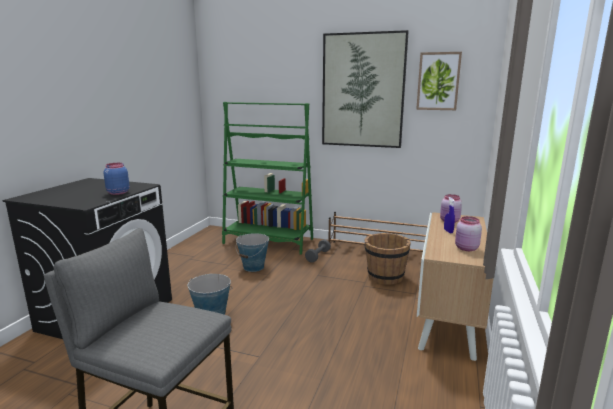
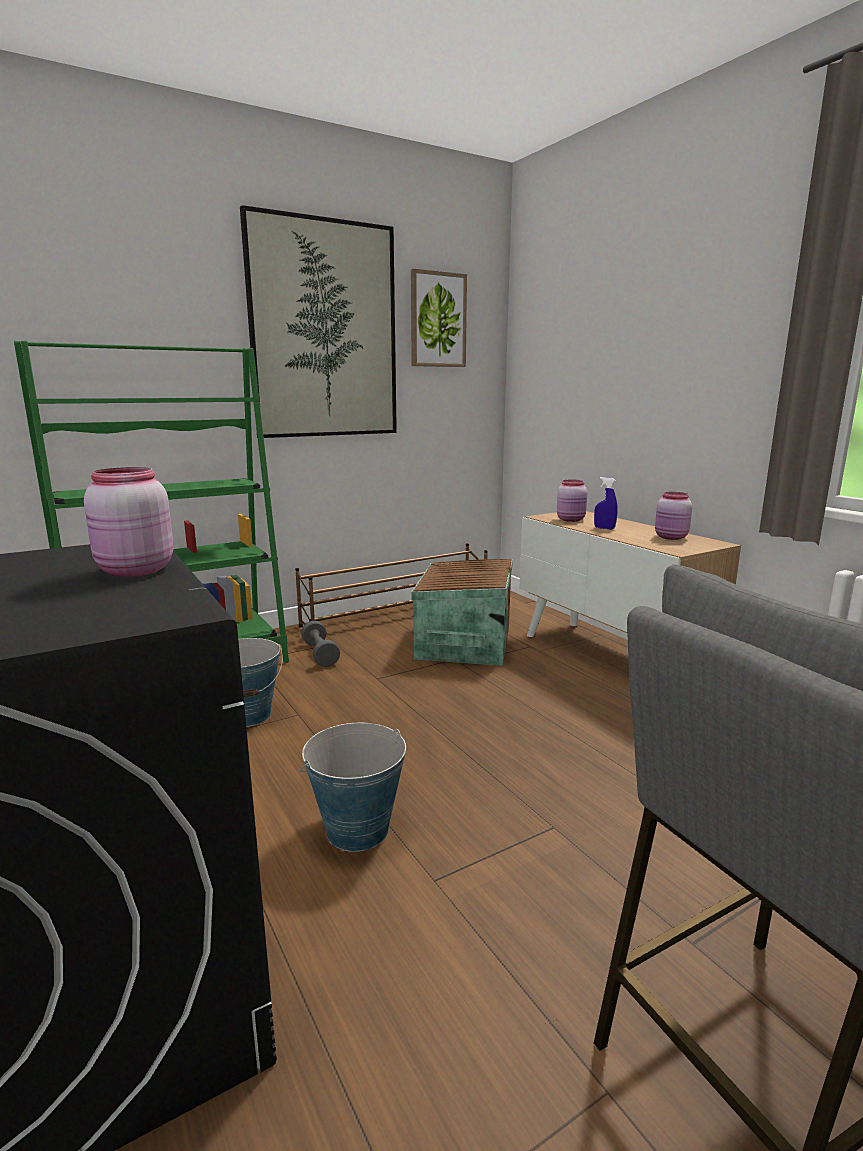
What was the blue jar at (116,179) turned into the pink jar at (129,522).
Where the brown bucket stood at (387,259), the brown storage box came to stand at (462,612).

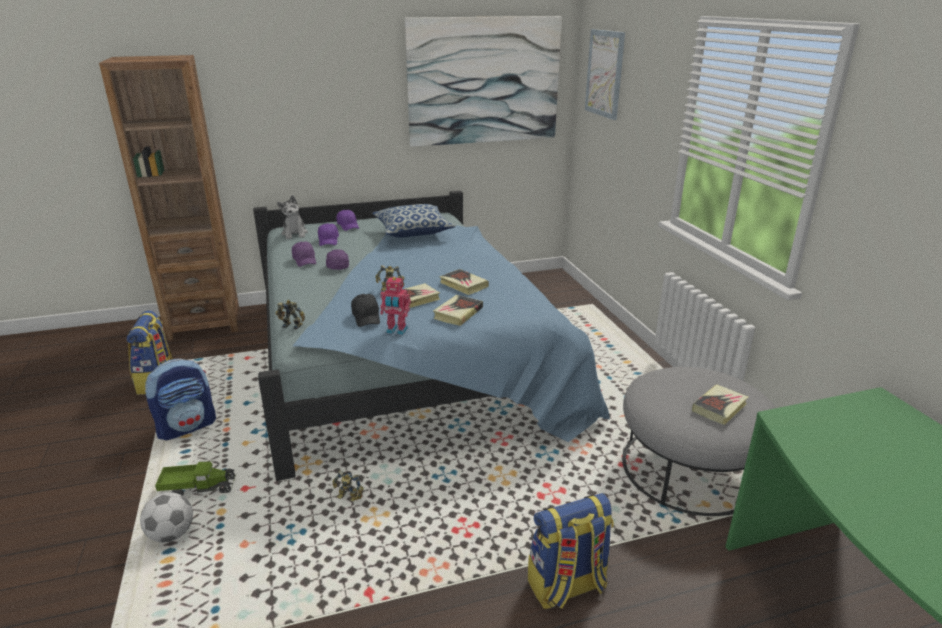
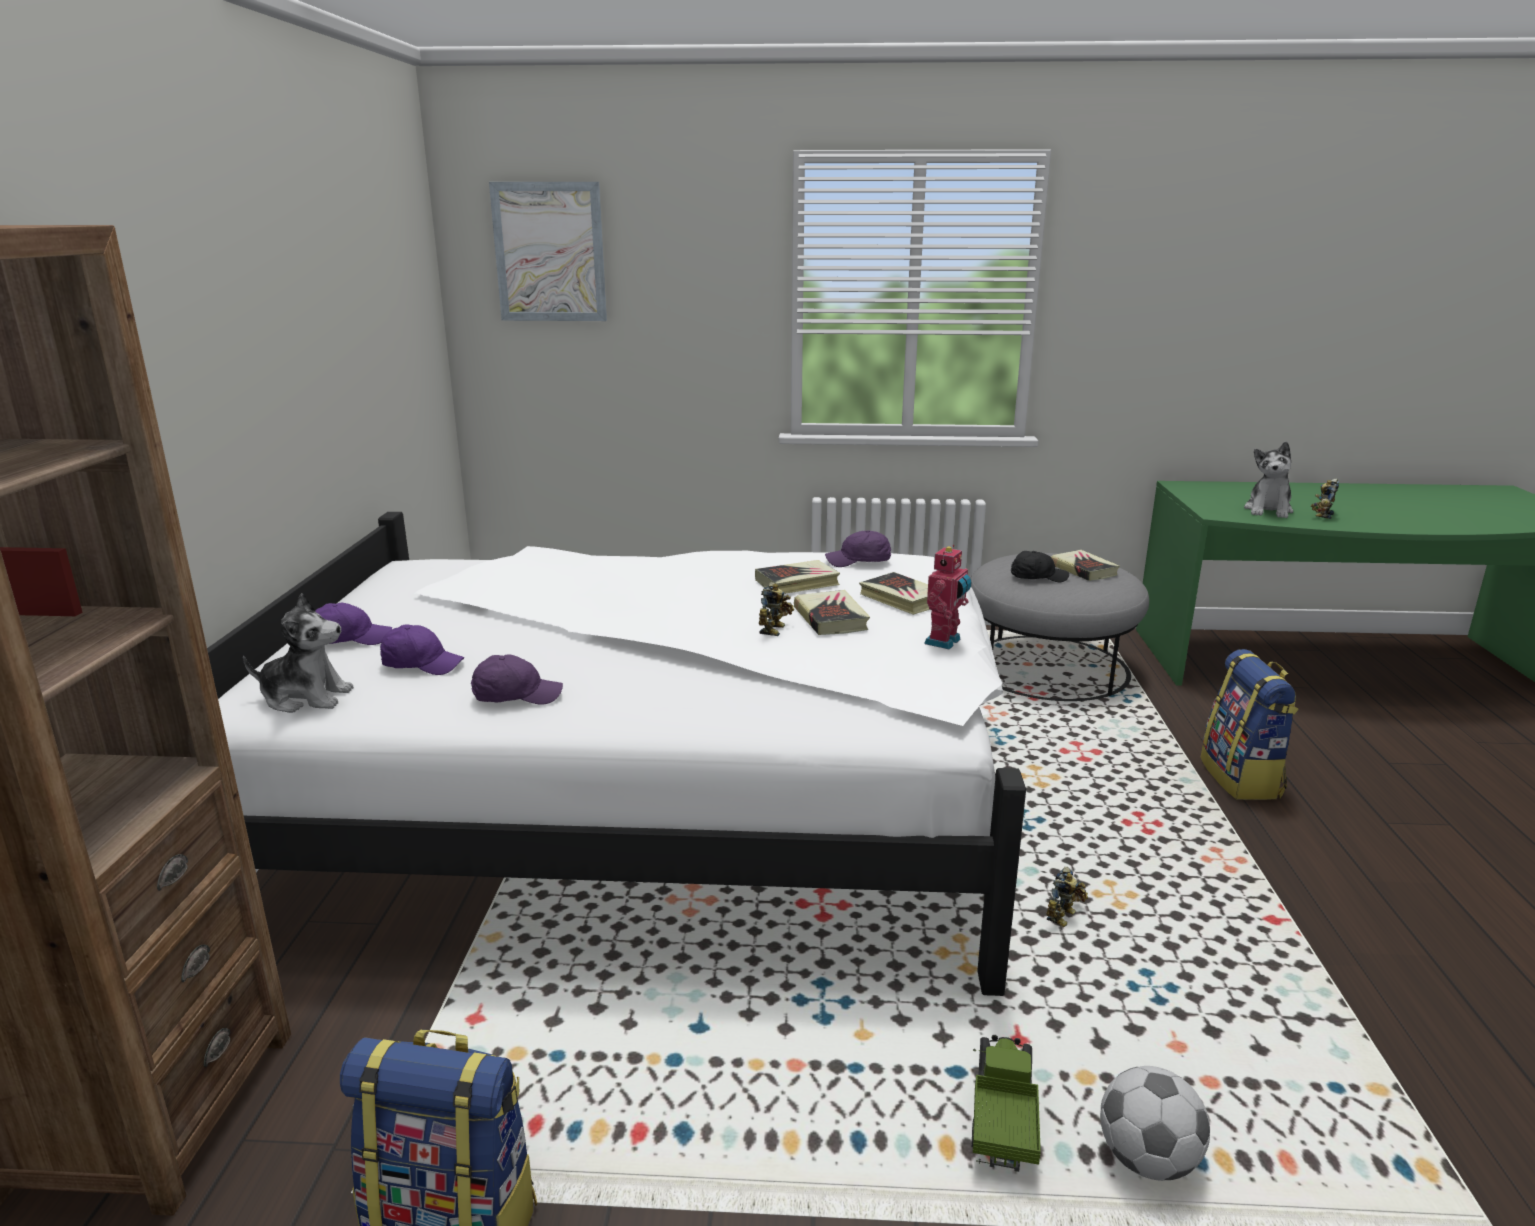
The second view lost the picture at (483,81).
What was the blue bed at (431,336) turned into the white bed at (616,754).
The second view lost the pillow at (414,221).
The purple cap ended up elsewhere, having gone from (337,259) to (858,548).
The black cap ended up elsewhere, having gone from (365,310) to (1040,566).
The toy robot ended up elsewhere, having gone from (290,314) to (1325,499).
The second view lost the backpack at (180,399).
The second view gained the plush toy at (1268,479).

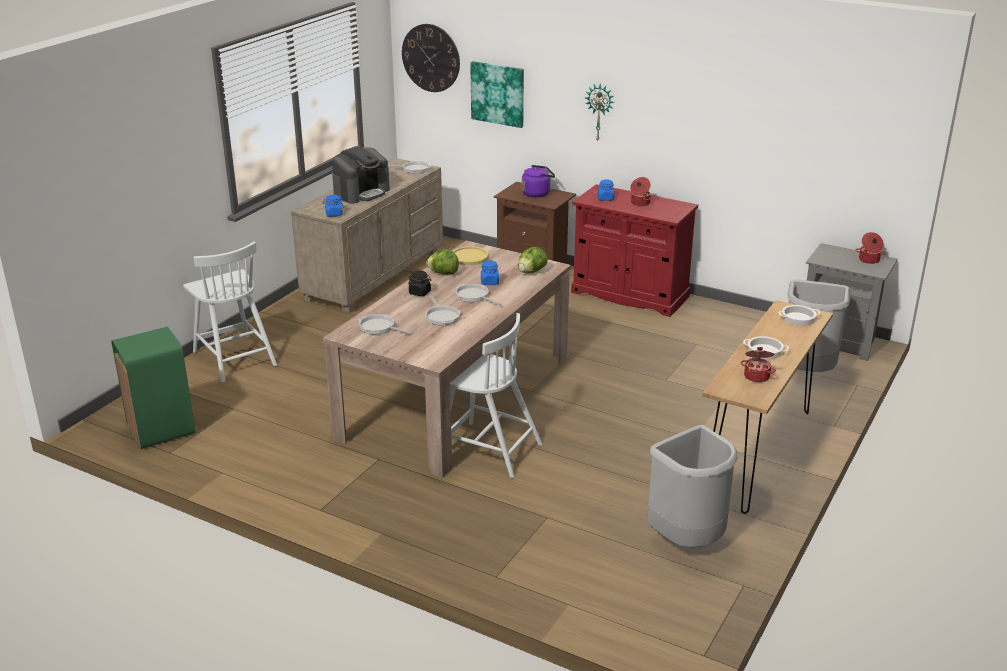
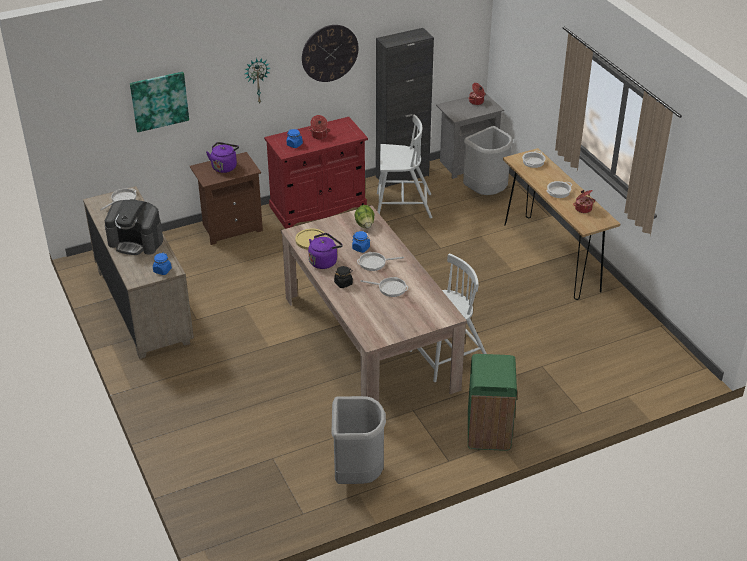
The wall clock ended up elsewhere, having gone from (431,58) to (330,53).
The coffee machine at (361,175) ended up facing another way, 120 degrees clockwise from before.
The white chair ended up elsewhere, having gone from (230,312) to (404,166).
Where the lettuce stood at (443,262), the purple kettle came to stand at (325,251).
The second view lost the frying pan at (386,324).
The green trash can ended up elsewhere, having gone from (153,388) to (492,402).
The grey trash can ended up elsewhere, having gone from (692,486) to (358,440).
The second view gained the black cabinet at (405,108).

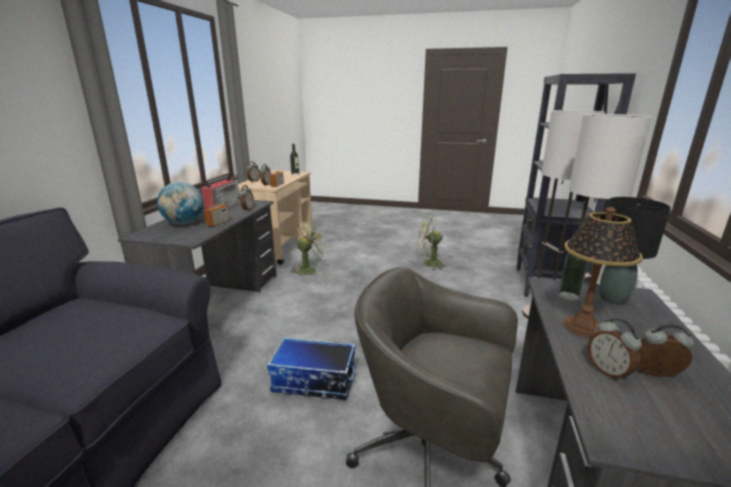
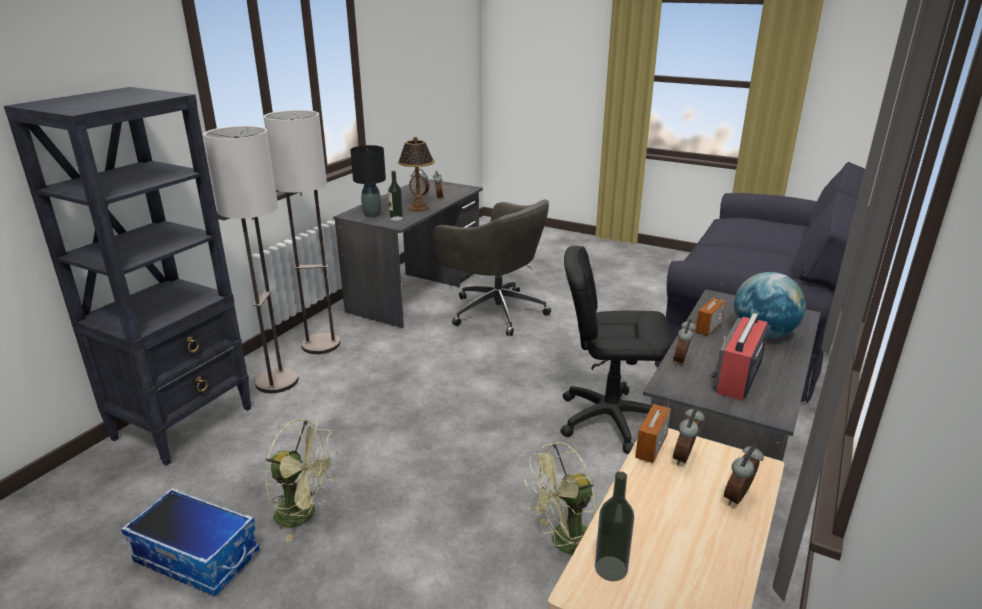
The storage box ended up elsewhere, having gone from (311,368) to (190,542).
The second view gained the black office chair at (617,350).

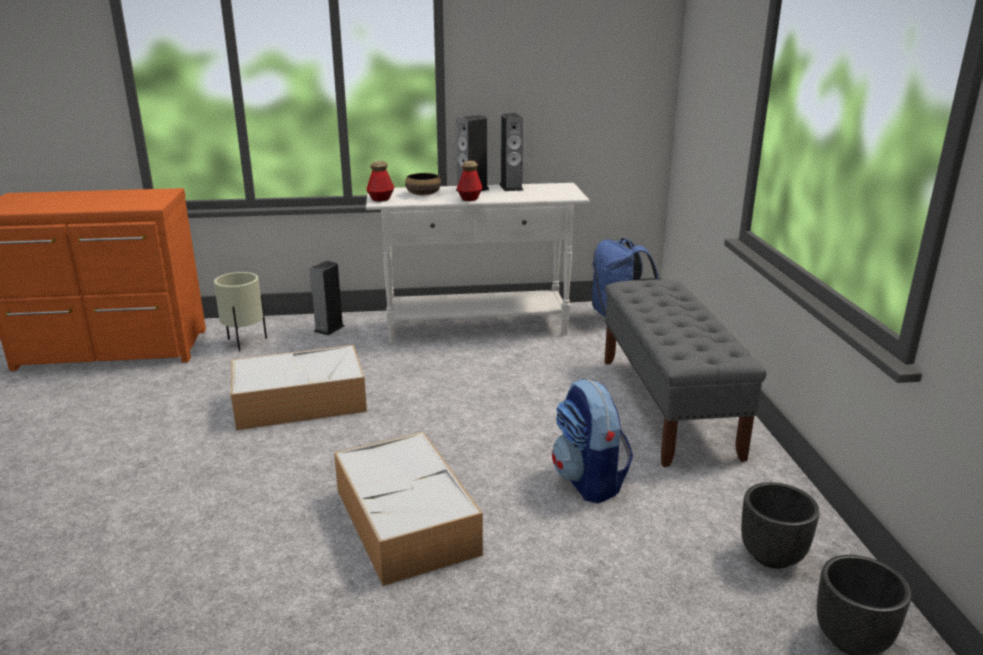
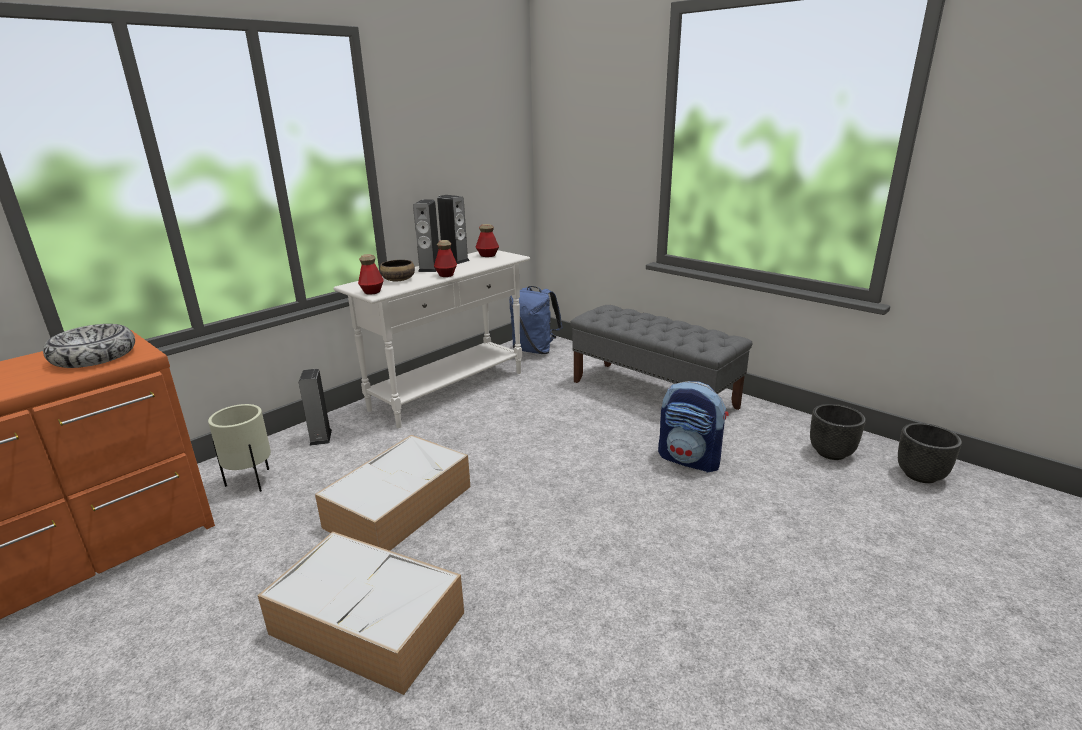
The storage box ended up elsewhere, having gone from (408,509) to (361,613).
The second view gained the bottle at (487,240).
The second view gained the bowl at (89,346).

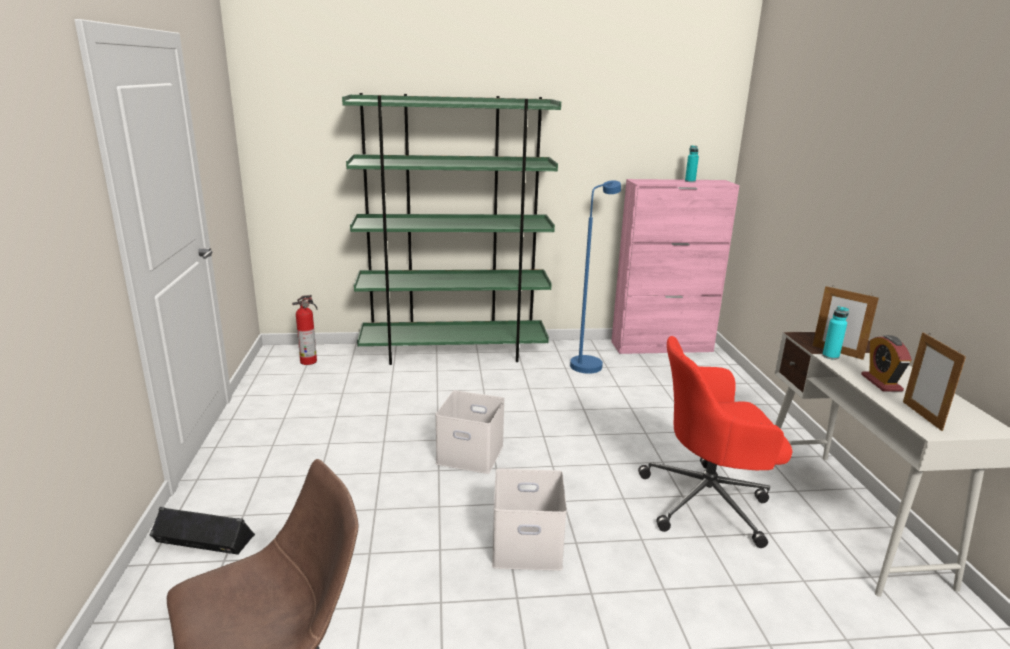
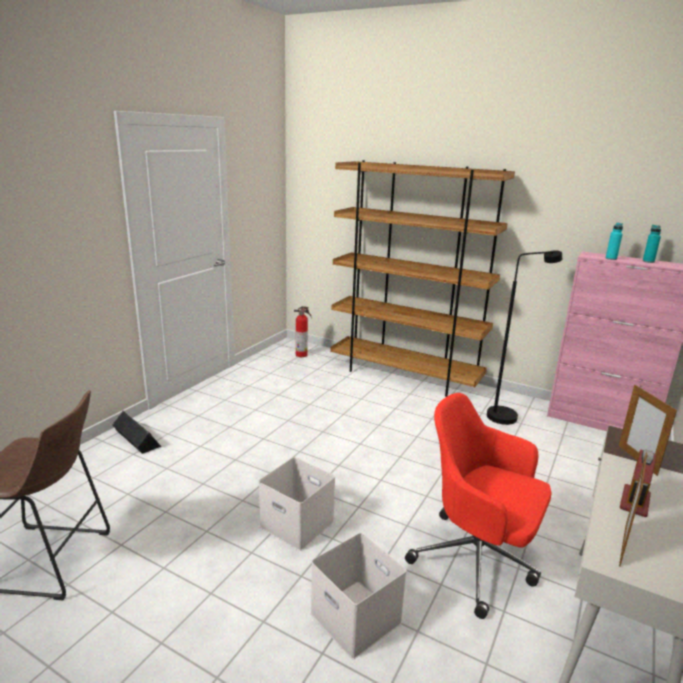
What was the green bookcase at (451,229) turned into the brown bookcase at (422,278).
What was the blue floor lamp at (595,277) turned into the black floor lamp at (524,337).
The turquoise bottle ended up elsewhere, having gone from (835,333) to (614,241).
The white storage box ended up elsewhere, having gone from (470,432) to (359,596).

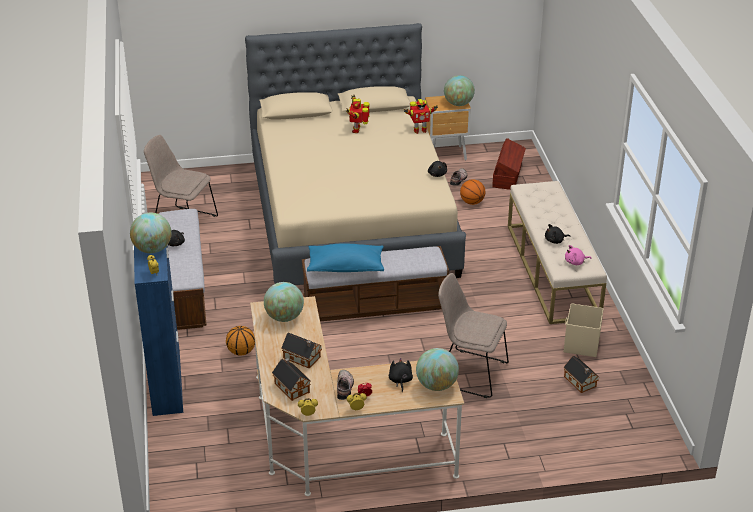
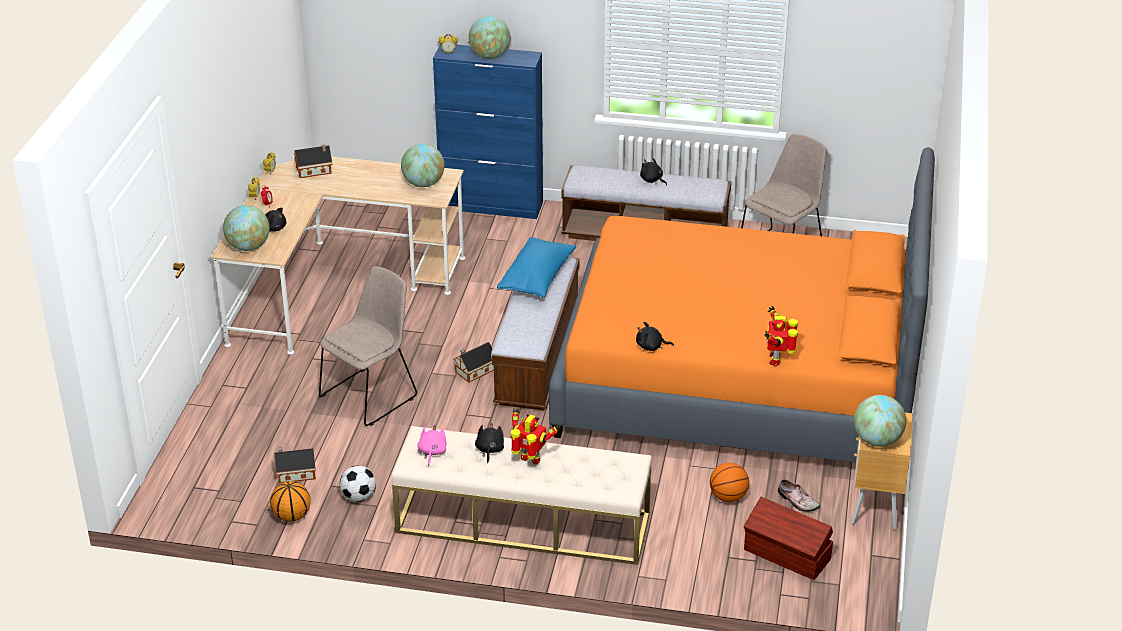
What was the beige bed at (355,154) turned into the orange bed at (742,305).
The toy robot ended up elsewhere, having gone from (358,114) to (535,436).
Where the beige storage box stood at (584,330), the football came to stand at (358,483).
The basketball ended up elsewhere, having gone from (240,341) to (290,501).
The toy house ended up elsewhere, having gone from (301,350) to (473,362).
The second view lost the shoe at (345,385).

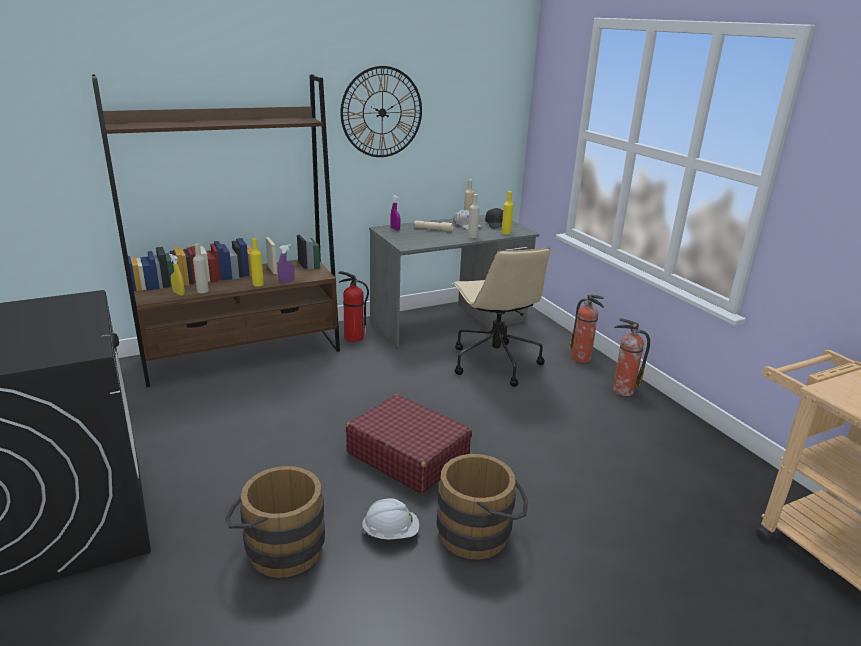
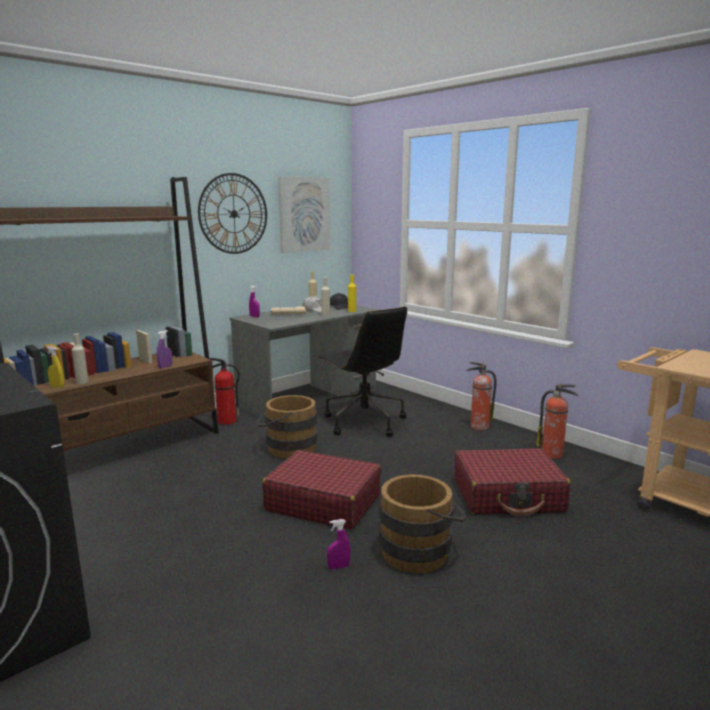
The second view lost the yellow bottle at (257,262).
What was the beige office chair at (501,317) turned into the black office chair at (361,372).
The fire extinguisher ended up elsewhere, having gone from (586,329) to (557,421).
The brown bucket ended up elsewhere, having gone from (275,522) to (286,427).
Where the white hard hat stood at (390,519), the purple spray bottle came to stand at (339,544).
The second view gained the picture at (304,214).
The second view gained the red suitcase at (513,482).

